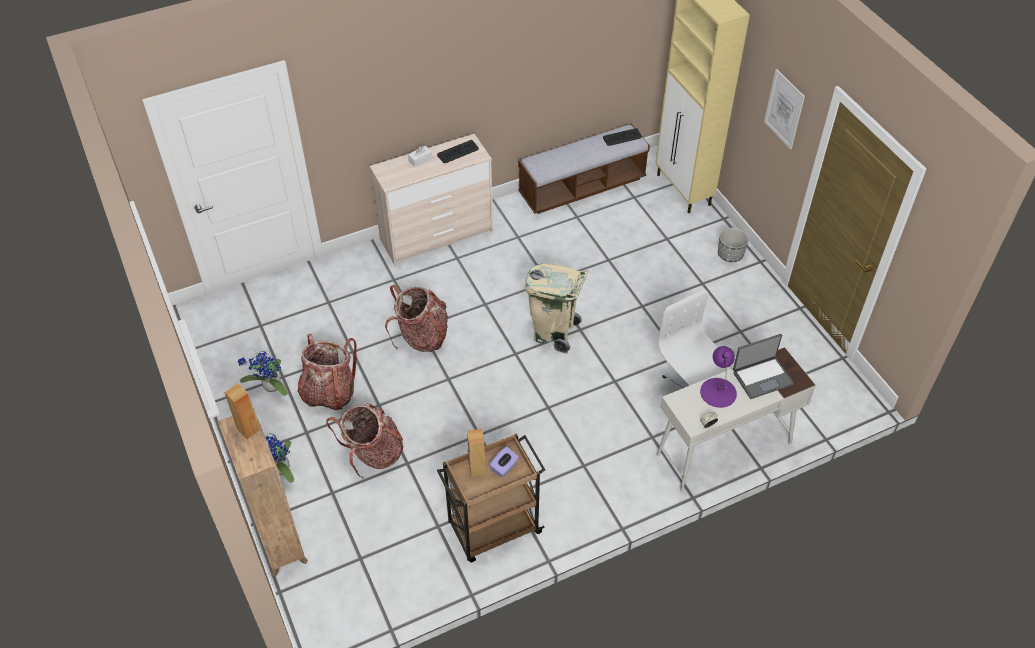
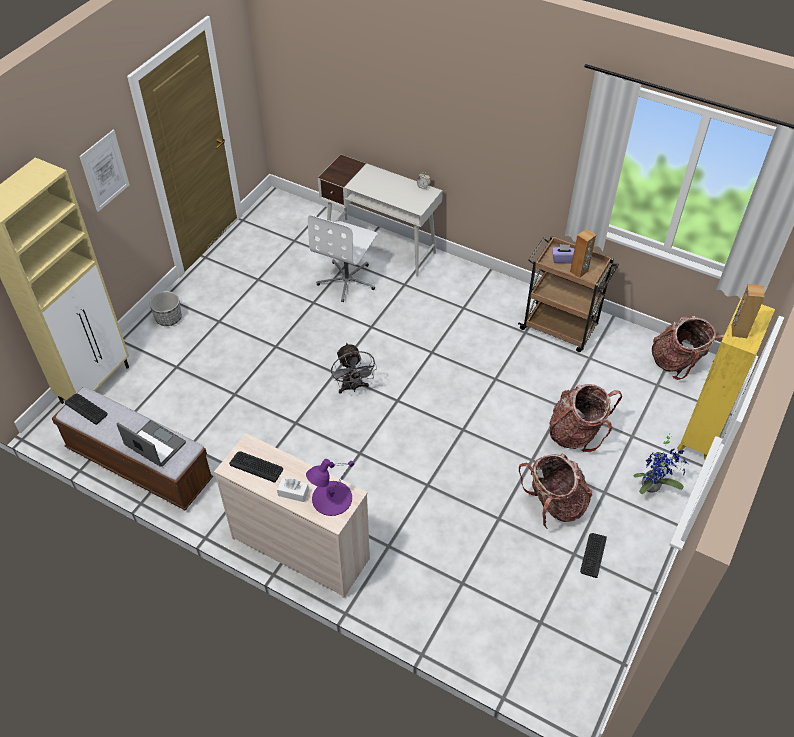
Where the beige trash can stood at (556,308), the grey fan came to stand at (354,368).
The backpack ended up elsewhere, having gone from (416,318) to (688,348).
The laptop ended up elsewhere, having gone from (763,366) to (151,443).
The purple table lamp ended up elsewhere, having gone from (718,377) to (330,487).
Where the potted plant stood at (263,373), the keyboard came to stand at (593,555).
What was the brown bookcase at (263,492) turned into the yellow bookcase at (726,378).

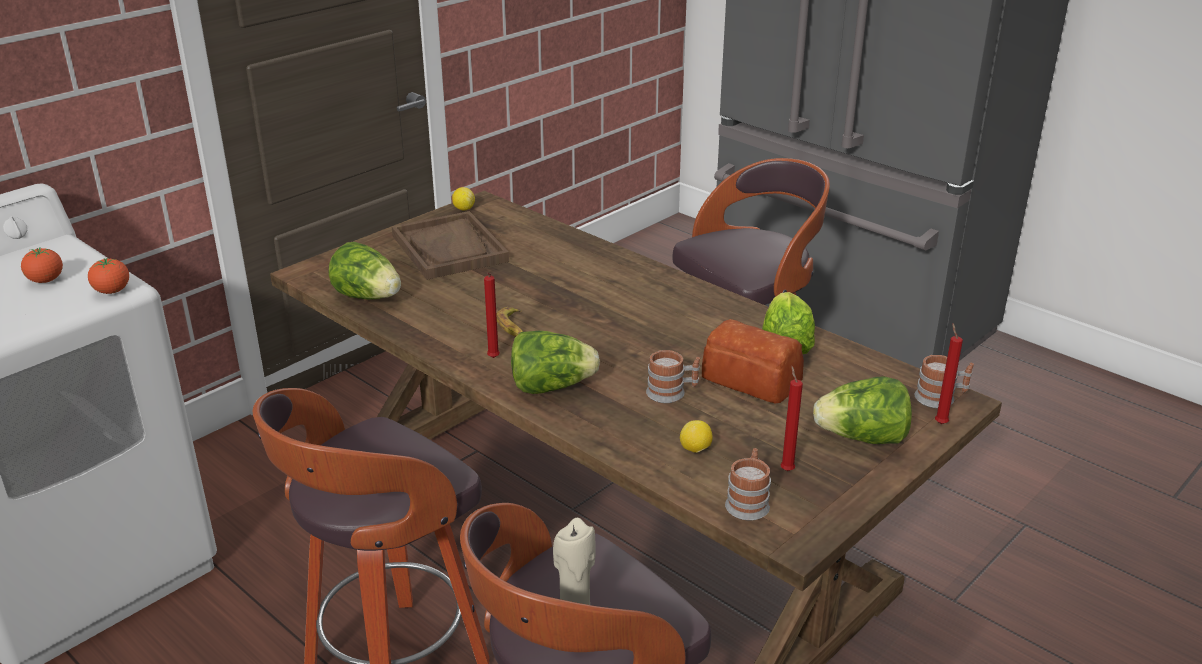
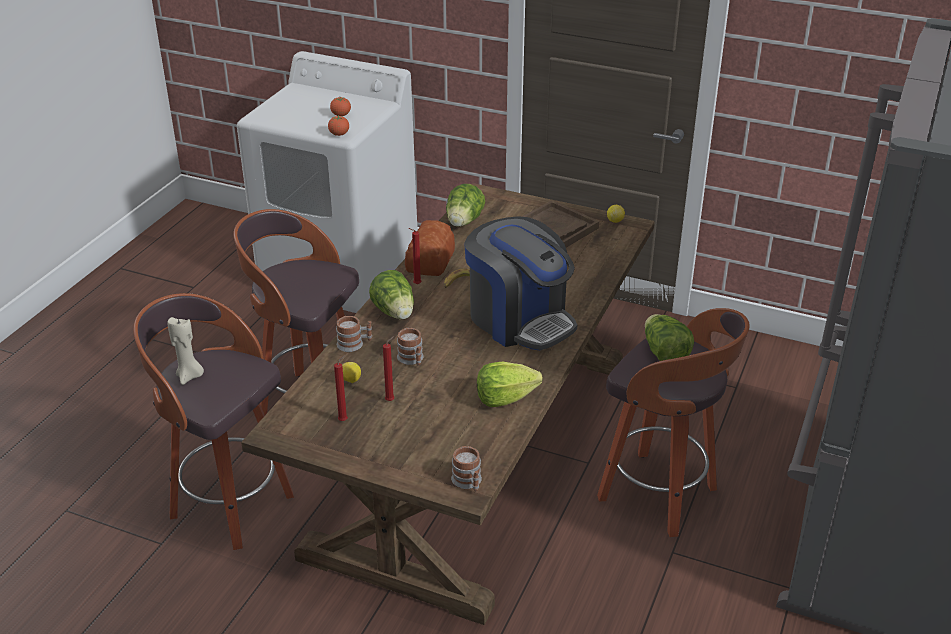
The bread ended up elsewhere, having gone from (753,361) to (430,248).
The red candle ended up elsewhere, having gone from (949,373) to (388,369).
The lettuce ended up elsewhere, having gone from (862,410) to (669,337).
The mug ended up elsewhere, having gone from (748,484) to (354,334).
The second view gained the coffee machine at (520,283).

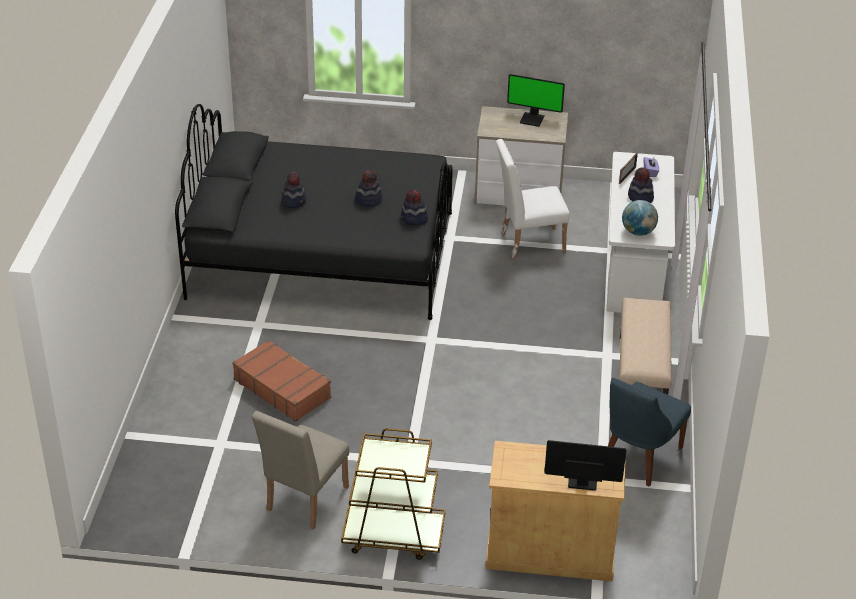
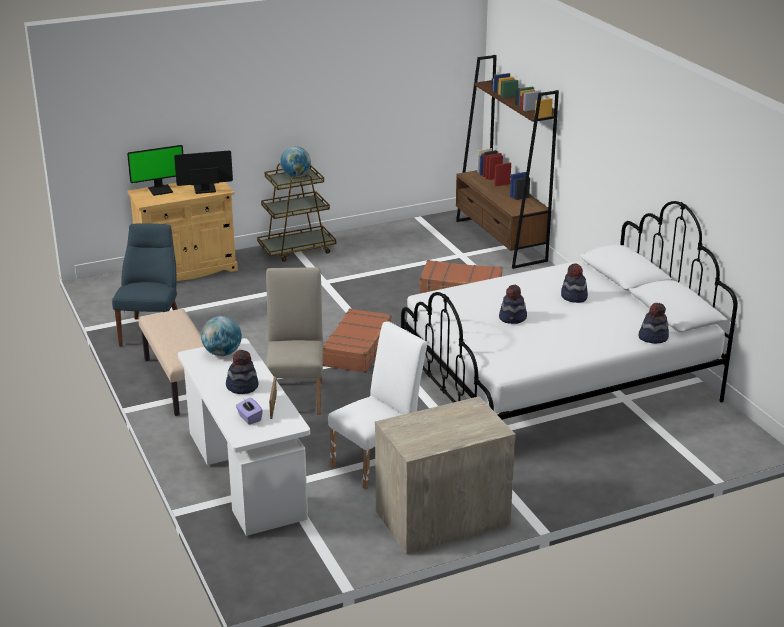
The monitor ended up elsewhere, having gone from (536,100) to (203,172).
What was the black bed at (314,212) turned into the white bed at (569,310).
The hat ended up elsewhere, having gone from (414,207) to (654,323).
The beige chair ended up elsewhere, having gone from (300,470) to (294,341).
The second view gained the brown bookcase at (507,162).
The second view gained the globe at (295,161).
The second view gained the brown suitcase at (357,340).

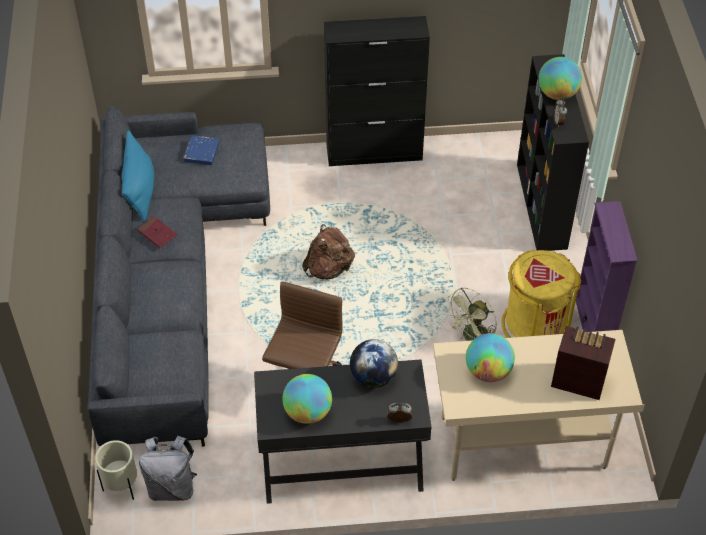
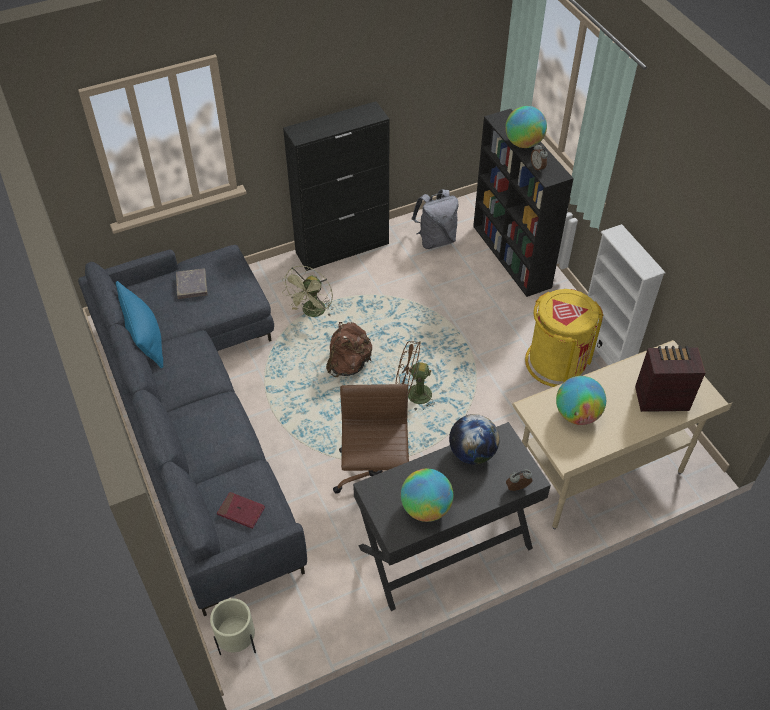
What was the blue book at (201,150) turned into the grey book at (192,283).
What was the purple bookcase at (606,266) turned into the white bookcase at (626,294).
The red book ended up elsewhere, having gone from (157,232) to (241,510).
The green fan ended up elsewhere, having gone from (471,314) to (307,291).
The grey backpack ended up elsewhere, having gone from (168,468) to (435,219).
The second view gained the brown fan at (415,376).

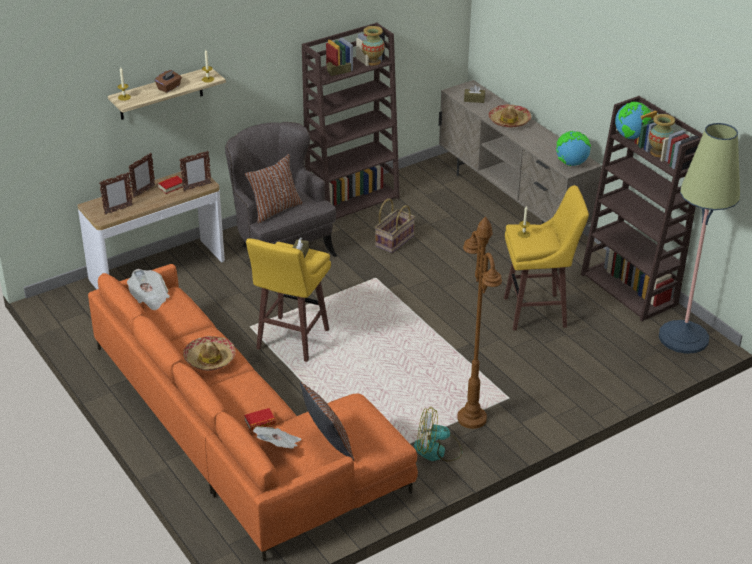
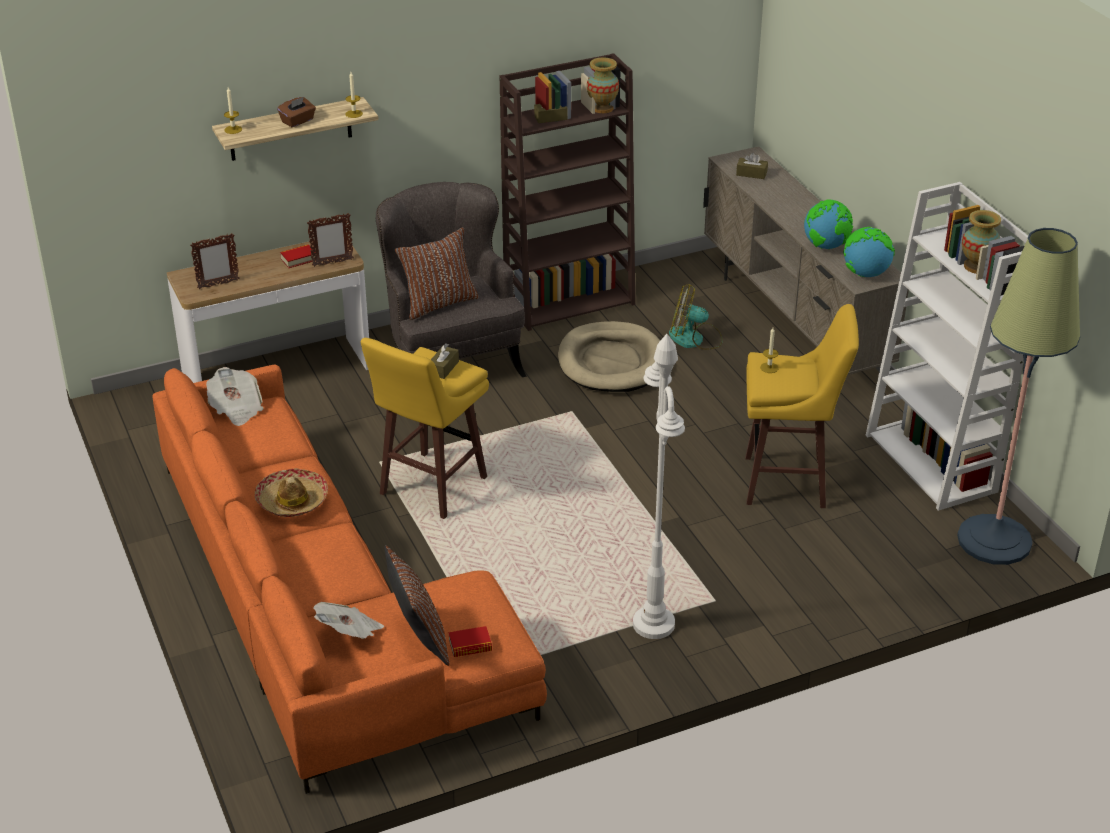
What was the brown bookcase at (642,208) turned into the white bookcase at (947,346).
The globe ended up elsewhere, having gone from (633,120) to (828,224).
The second view lost the hat at (509,115).
The second view lost the picture frame at (141,175).
Where the basket stood at (395,225), the beige dog bed came to stand at (609,356).
What was the brown floor lamp at (479,322) turned into the white floor lamp at (659,486).
The fan ended up elsewhere, having gone from (438,434) to (695,317).
The book ended up elsewhere, having gone from (260,419) to (470,641).

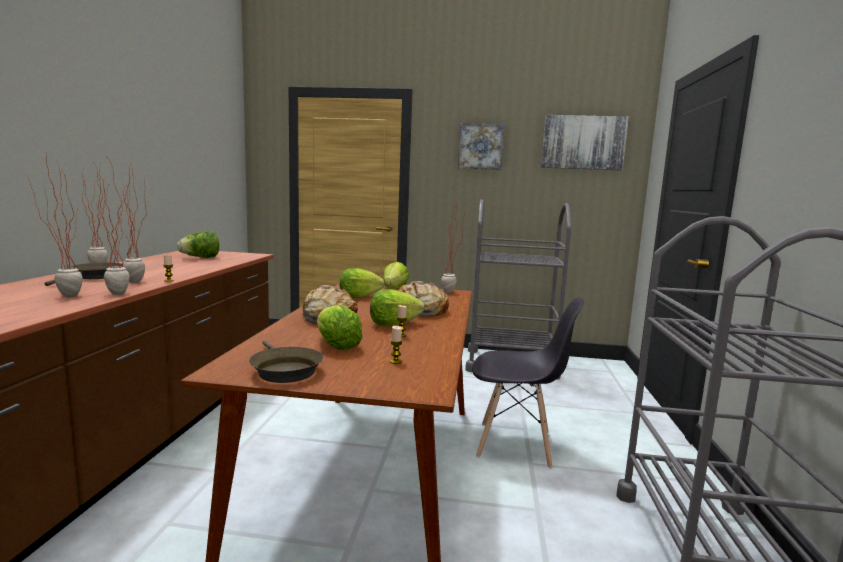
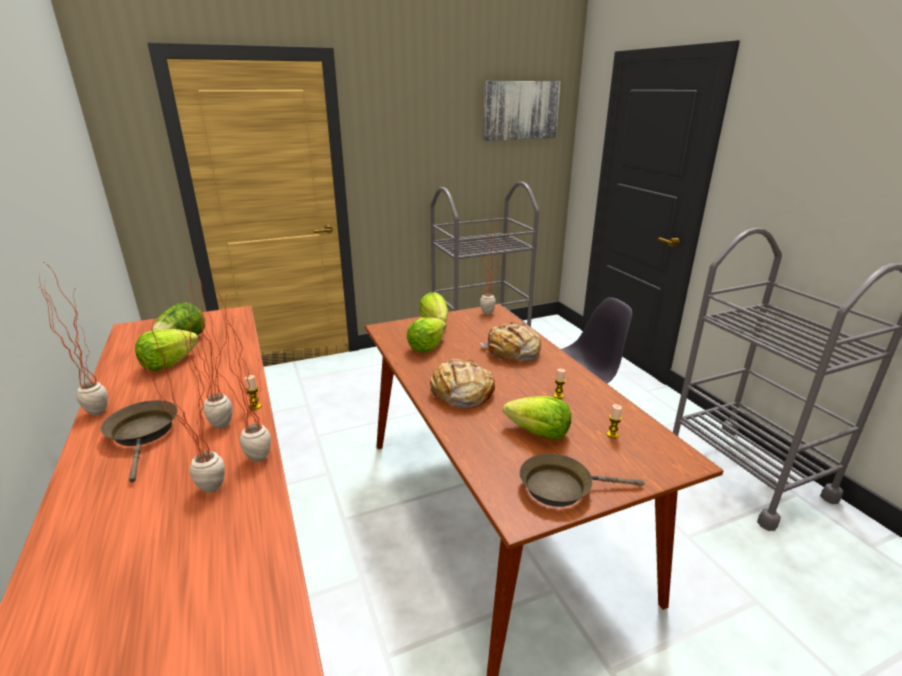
The second view lost the picture at (481,146).
The lettuce ended up elsewhere, having gone from (397,308) to (167,350).
The brown frying pan at (286,361) ended up facing another way, 150 degrees clockwise from before.

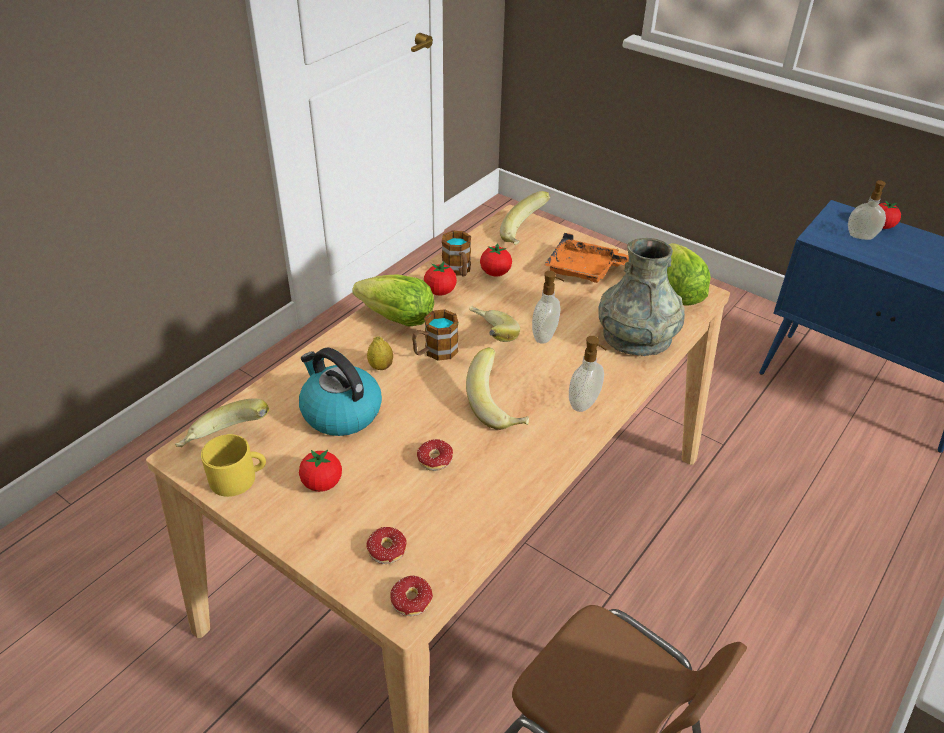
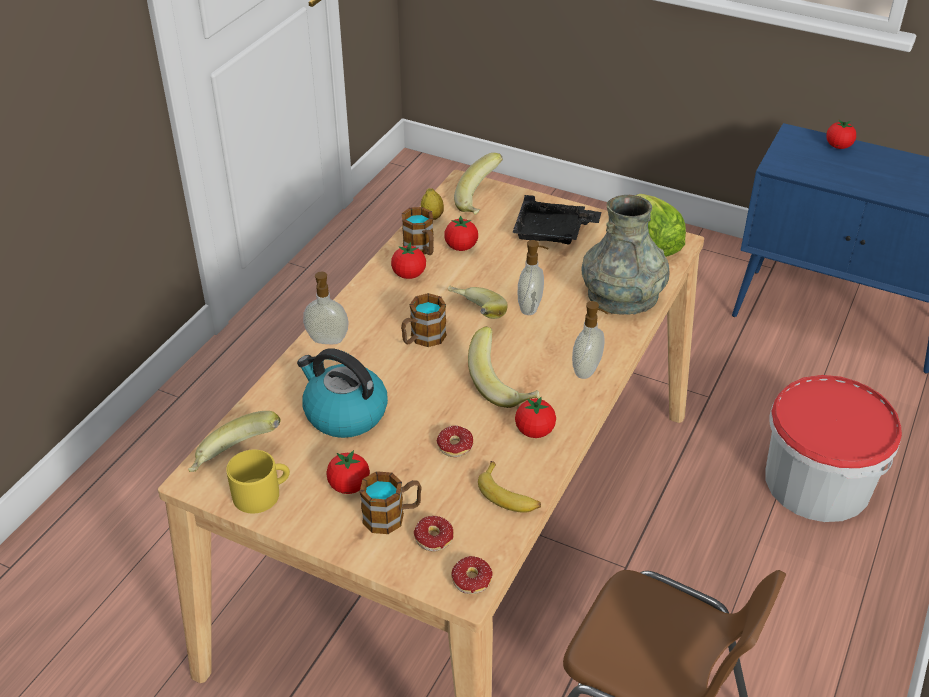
The soap dispenser ended up elsewhere, having gone from (867,210) to (325,308).
What was the orange tray at (586,258) turned into the black tray at (556,219).
The second view lost the lettuce at (393,300).
The lemon ended up elsewhere, having gone from (380,353) to (432,204).
The second view gained the bucket at (833,448).
The second view gained the tomato at (535,417).
The second view gained the banana at (509,487).
The second view gained the mug at (390,502).

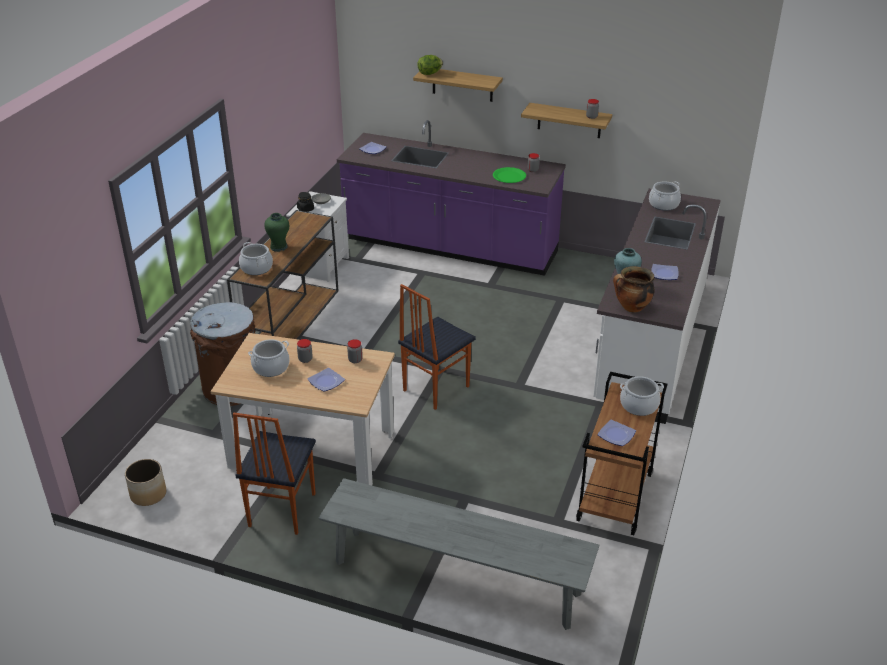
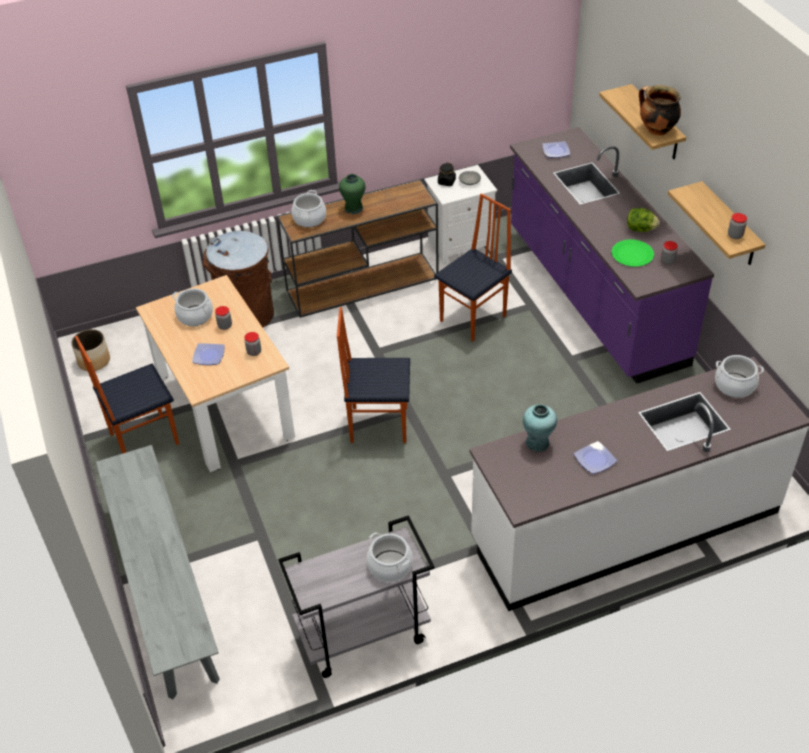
The lettuce ended up elsewhere, having gone from (430,65) to (643,220).
The cooking pot ended up elsewhere, having gone from (634,289) to (660,110).
What was the brown cart at (622,453) turned into the grey cart at (356,596).
The second view lost the plate at (616,433).
The second view gained the chair at (473,267).

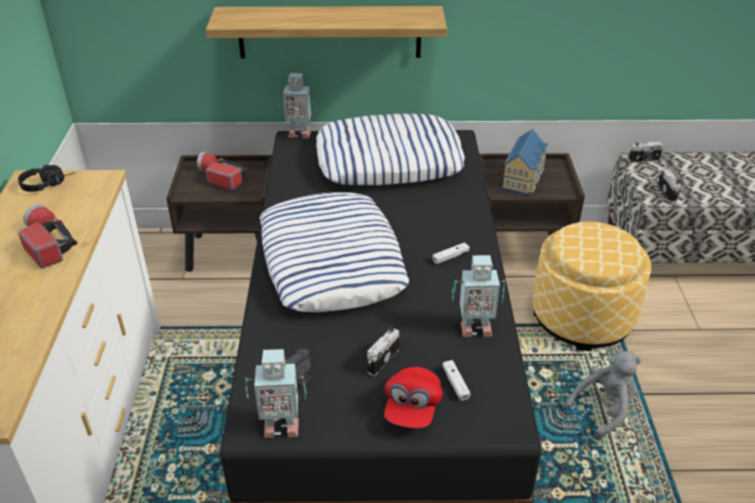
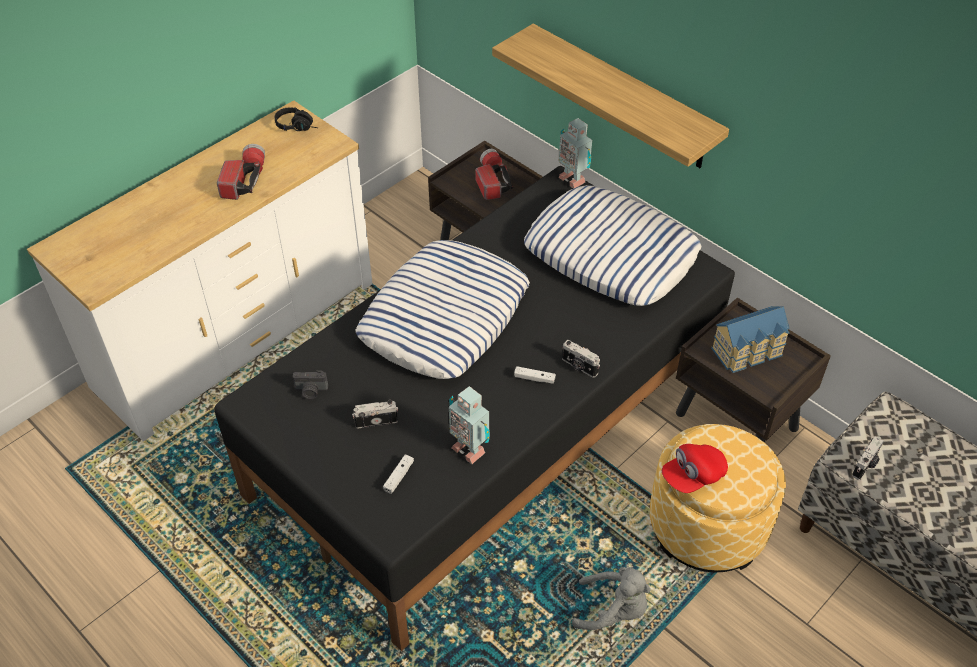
The photo camera ended up elsewhere, having gone from (645,152) to (581,359).
The second view lost the toy robot at (276,393).
The red cap ended up elsewhere, having gone from (413,397) to (695,468).

